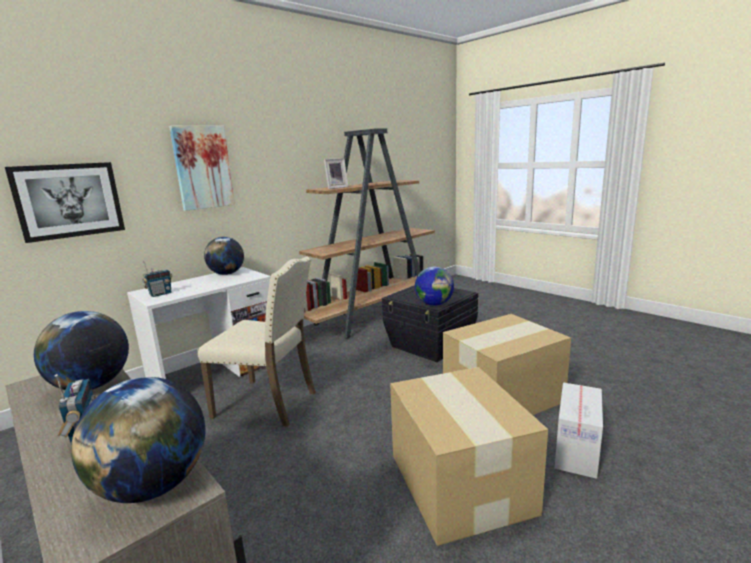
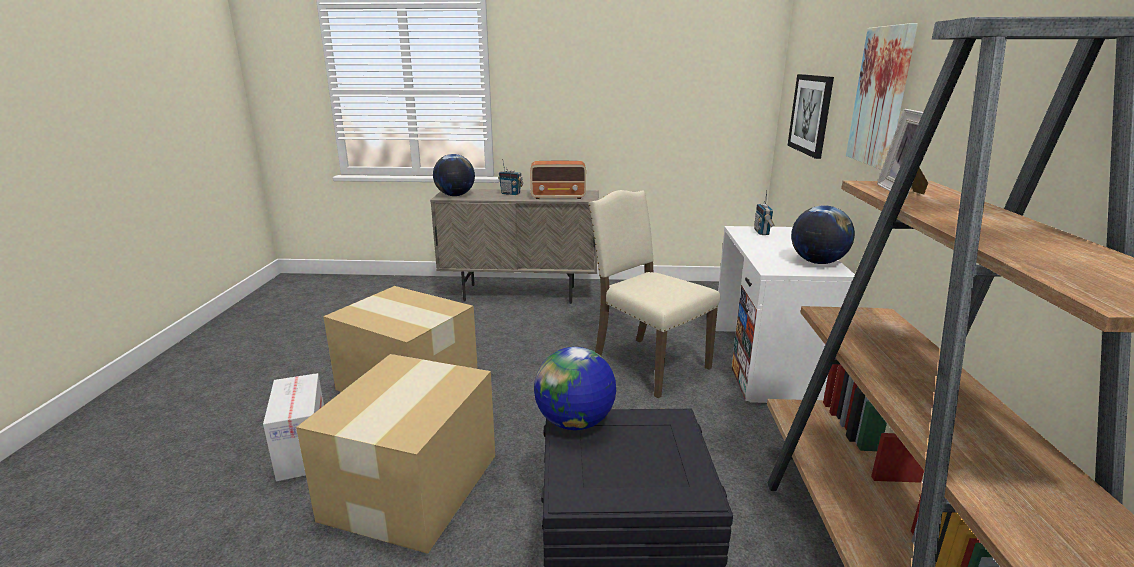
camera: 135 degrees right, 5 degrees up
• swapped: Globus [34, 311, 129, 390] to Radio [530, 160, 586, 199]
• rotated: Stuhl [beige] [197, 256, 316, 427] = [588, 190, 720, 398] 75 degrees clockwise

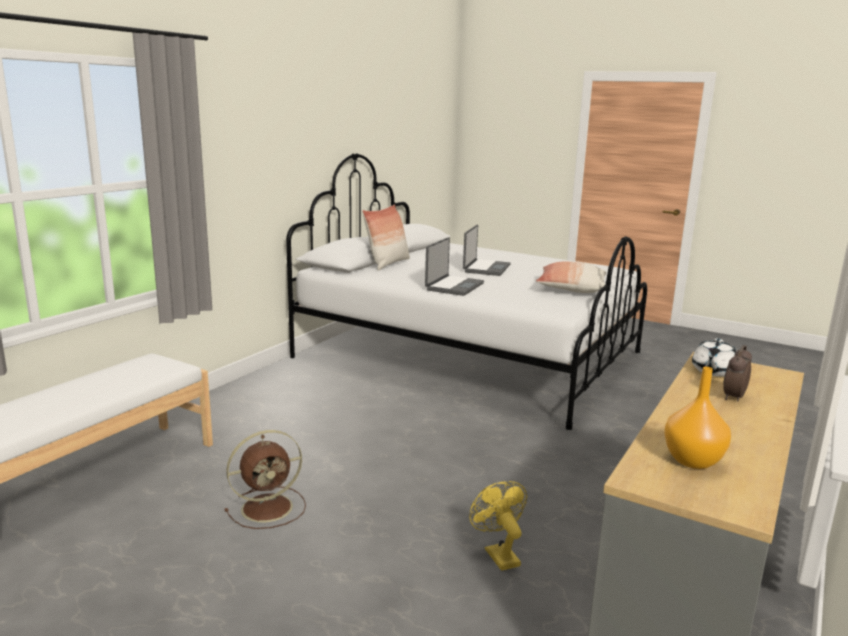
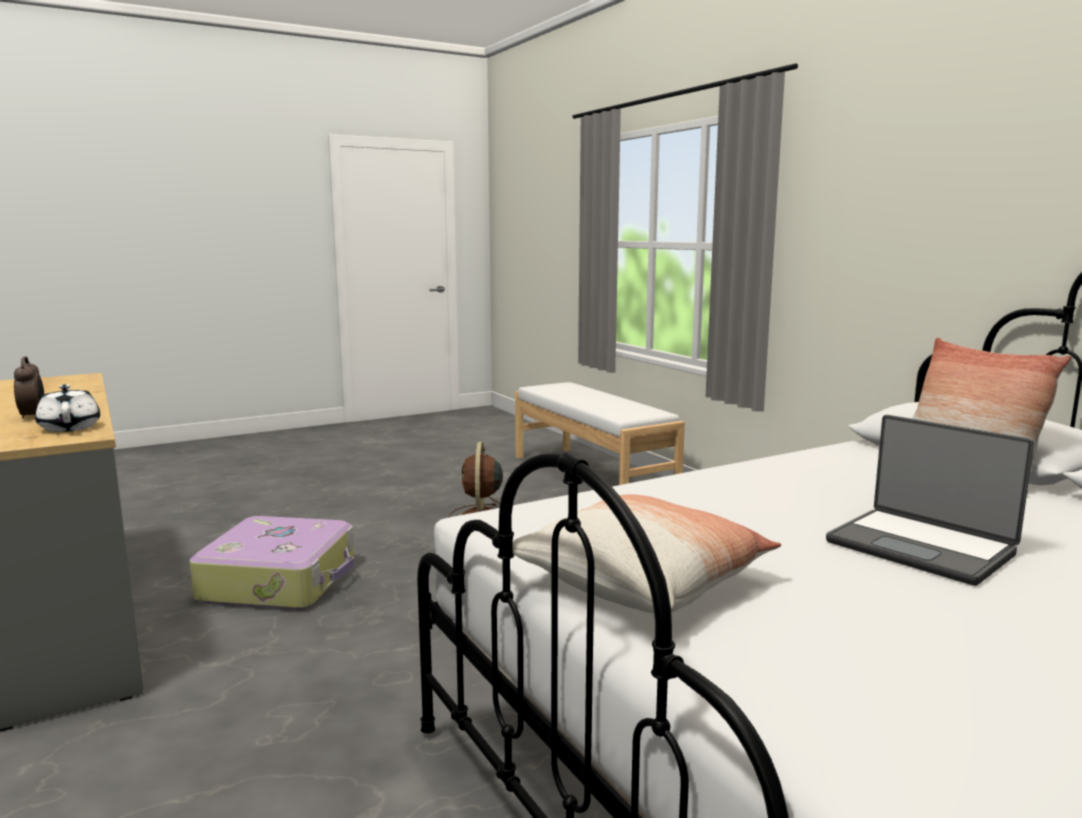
camera: 120 degrees right, 5 degrees down
• gone: Laptop [425, 237, 484, 296]
• swapped: Ventilator [gelb] [469, 481, 527, 571] to Koffer [190, 516, 354, 610]
• gone: Vase [orange] [664, 367, 731, 469]

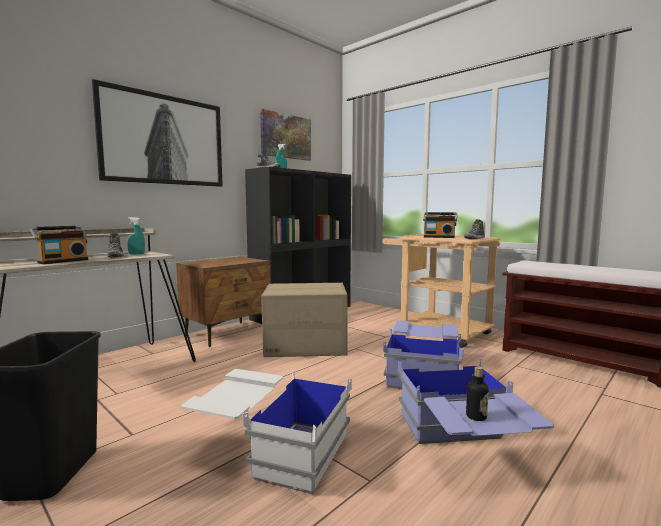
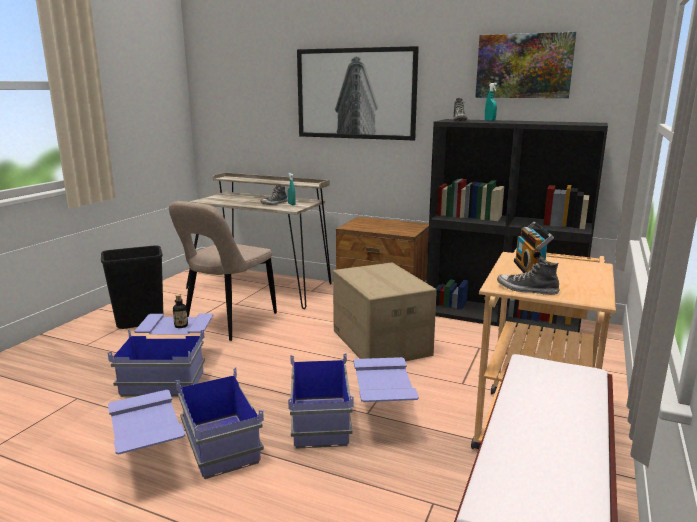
camera: 70 degrees right, 10 degrees up
• gone: Radio [30, 226, 88, 264]
• repainted: Aufbewahrungsbox [weiß] [181, 369, 352, 494] to Aufbewahrungsbox [blau] [108, 313, 213, 397]
• shifted: Flasche [466, 366, 489, 421] to [173, 295, 188, 328]
• new: Stuhl [beige] [169, 201, 277, 341]

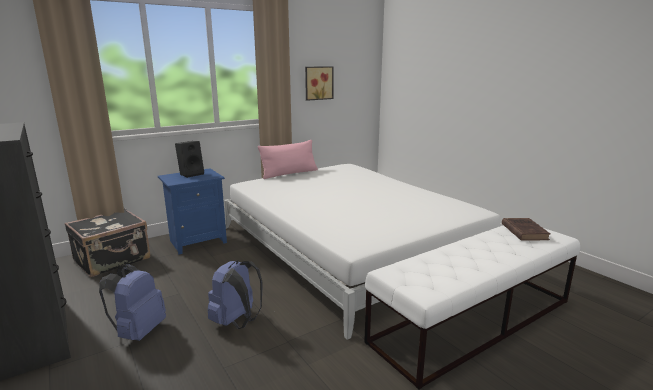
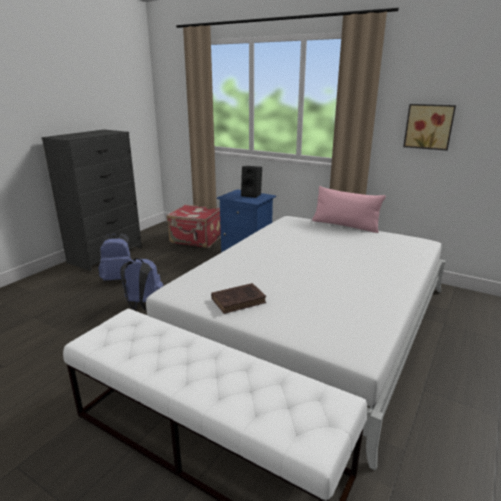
camera: 65 degrees right, 5 degrees up
• repainted: Koffer [schwarz] [64, 208, 150, 277] to Koffer [rot] [167, 204, 221, 248]
• shifted: Buch [braun] [502, 218, 550, 241] to [211, 283, 266, 314]

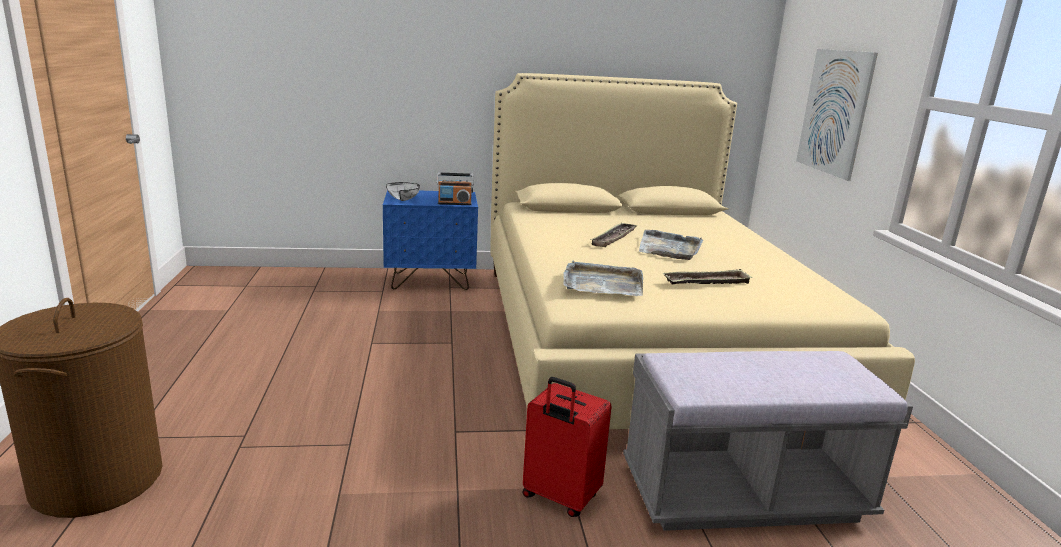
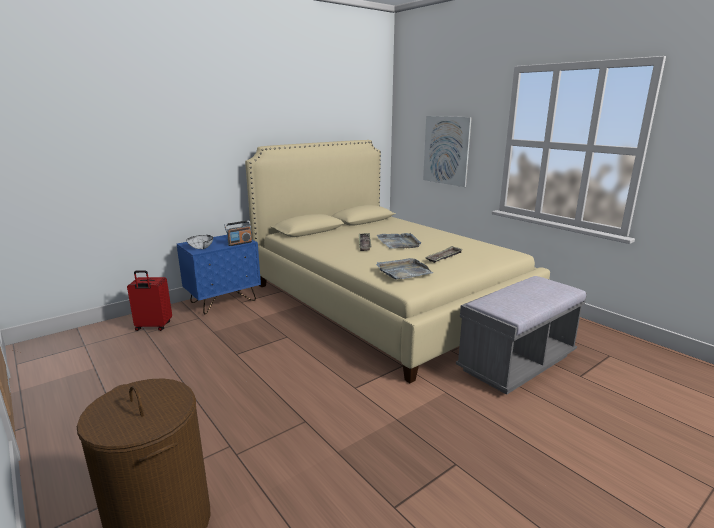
camera: 30 degrees left, 0 degrees up
• shifted: Koffer [rot] [522, 377, 612, 517] to [127, 271, 172, 331]

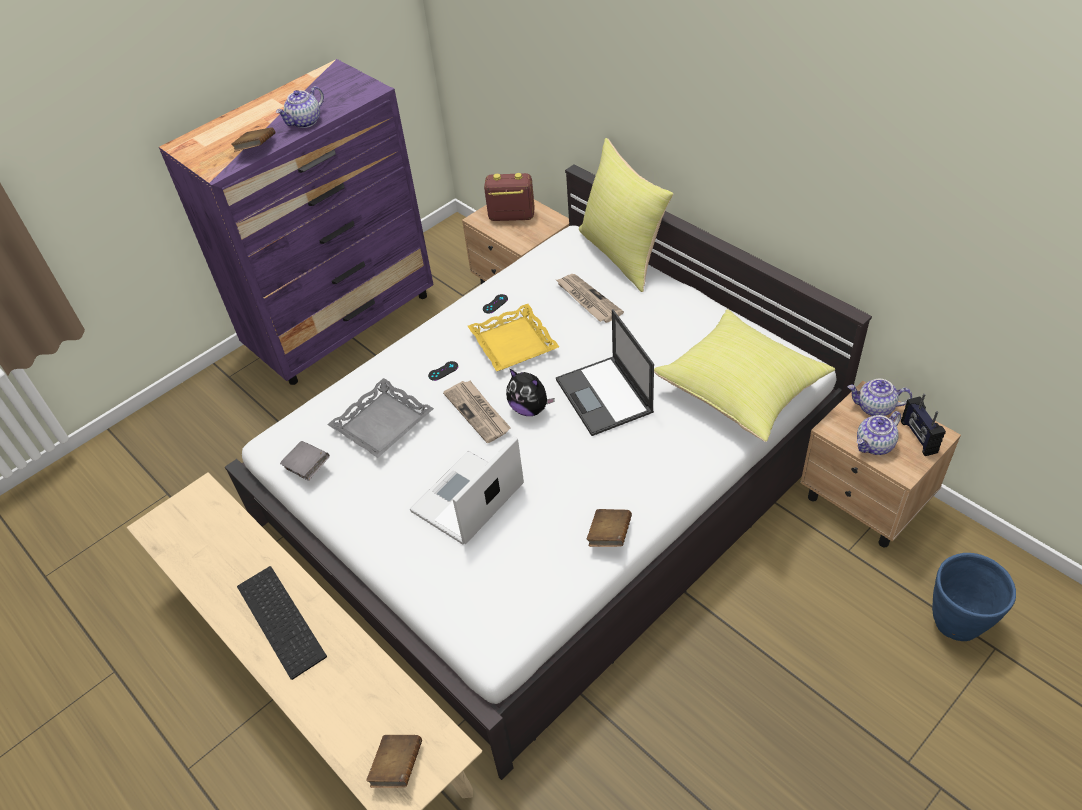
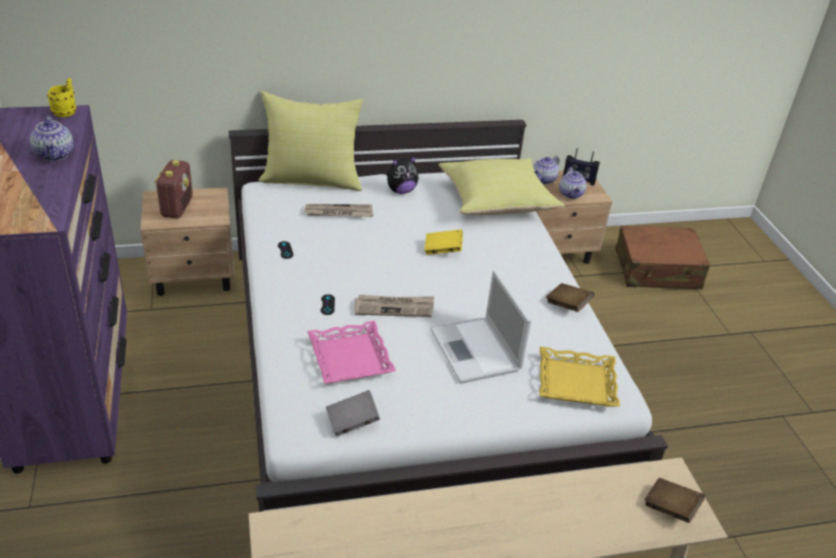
camera: 65 degrees left, 10 degrees down
• gone: Buch [braun] [231, 127, 275, 152]
• gone: Tastatur [237, 566, 327, 680]
• repainted: Tablett [grau] [327, 378, 434, 458] to Tablett [rosa] [307, 320, 396, 384]
• shifted: Tablett [gelb] [468, 304, 559, 371] to [539, 347, 620, 407]
• rotated: Radio [484, 173, 535, 221] = [155, 160, 193, 218] 150 degrees clockwise
• shifted: Plüschtier [506, 368, 555, 416] to [386, 155, 419, 194]
• swapped: Laptop [556, 309, 654, 436] to Buch [gelb] [424, 229, 463, 255]
• swapped: Pflanzkübel [blau] [932, 553, 1016, 641] to Koffer [braun] [615, 226, 710, 289]
• new: Henkelbecher [gelb] [47, 78, 76, 117]

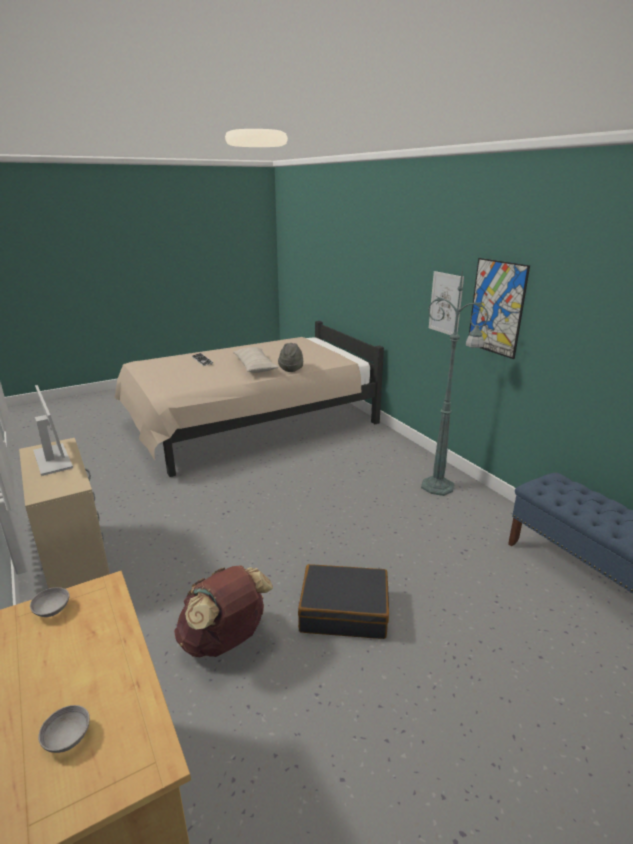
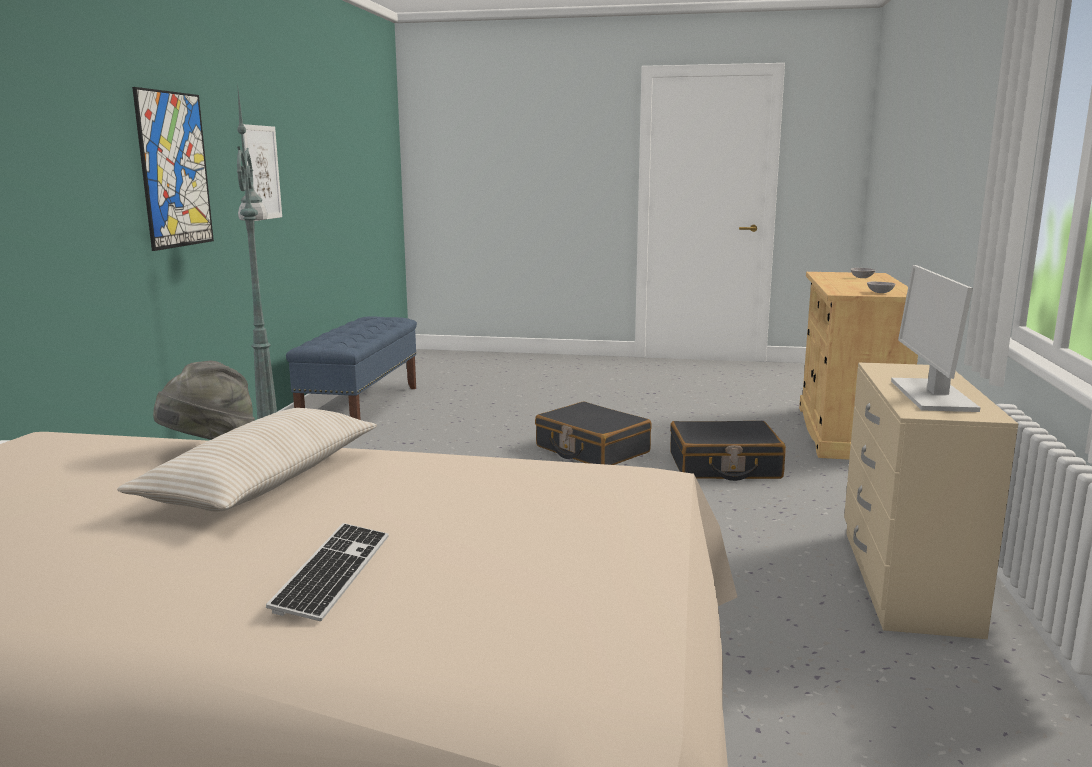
camera: 140 degrees left, 10 degrees down
• swapped: Rucksack [braun] [174, 565, 273, 657] to Koffer [schwarz] [670, 421, 786, 481]
• shifted: Bild [429, 271, 464, 335] to [243, 124, 282, 221]

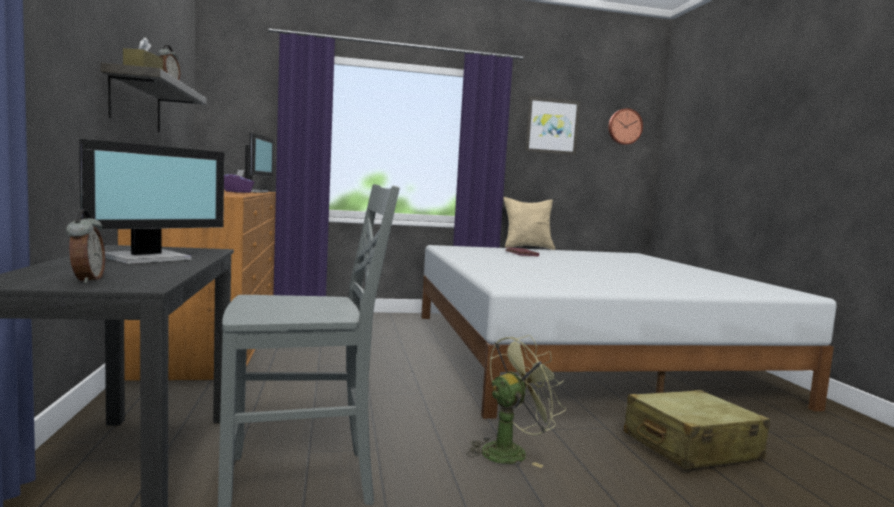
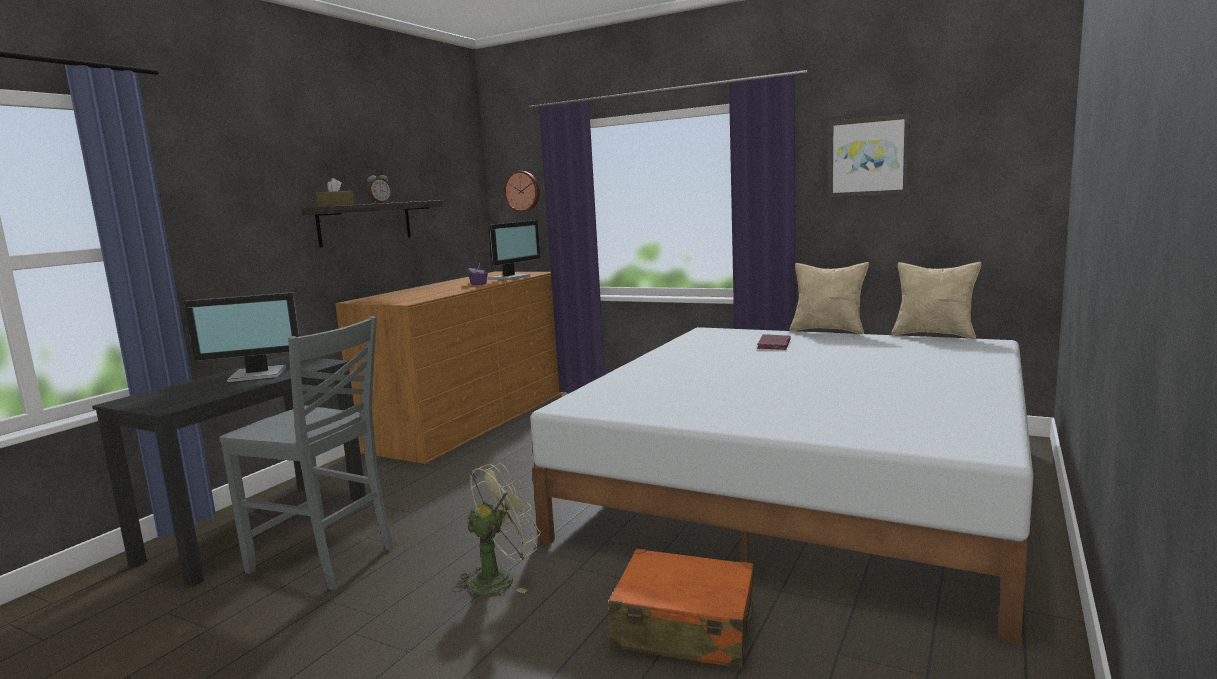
camera: 40 degrees right, 5 degrees up
• gone: Wecker [66, 209, 105, 284]
• rotated: Ventilator [grün] [467, 335, 566, 468] = [452, 463, 541, 595] 45 degrees counterclockwise
• shifted: Wanduhr [608, 108, 643, 145] to [503, 171, 540, 212]
• repainted: Koffer [beige] [624, 390, 770, 470] to Koffer [orange] [609, 548, 754, 668]
• new: Kissen [beige] [892, 262, 982, 339]

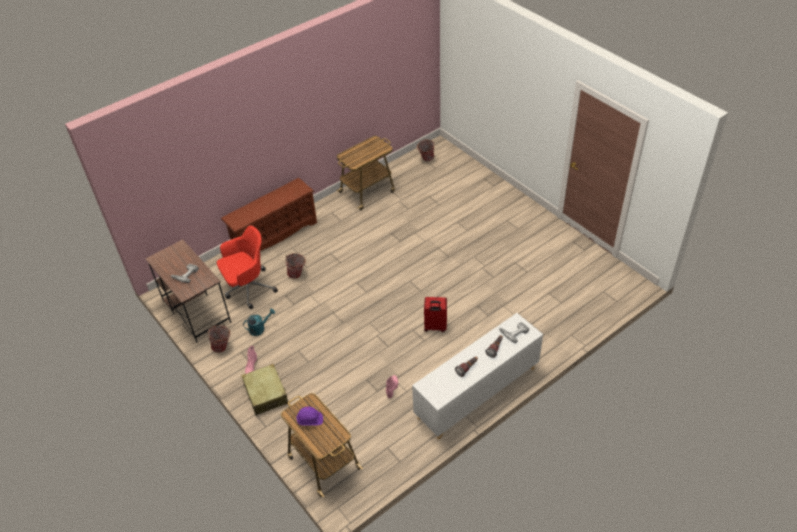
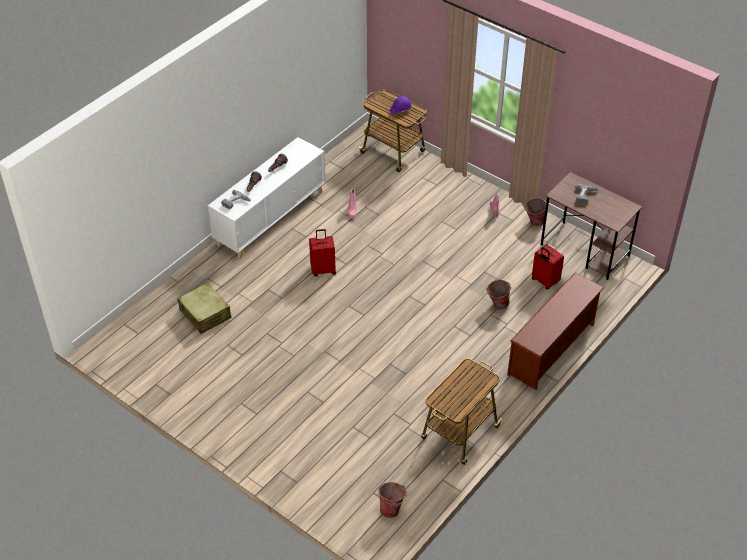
camera: 165 degrees right, 0 degrees up
• swapped: Bürostuhl [rot] [217, 226, 278, 309] to Koffer [rot] [532, 244, 564, 290]
• shifted: Koffer [beige] [241, 364, 288, 415] to [177, 283, 231, 334]
• gone: Gießkanne [türkis] [243, 309, 275, 336]

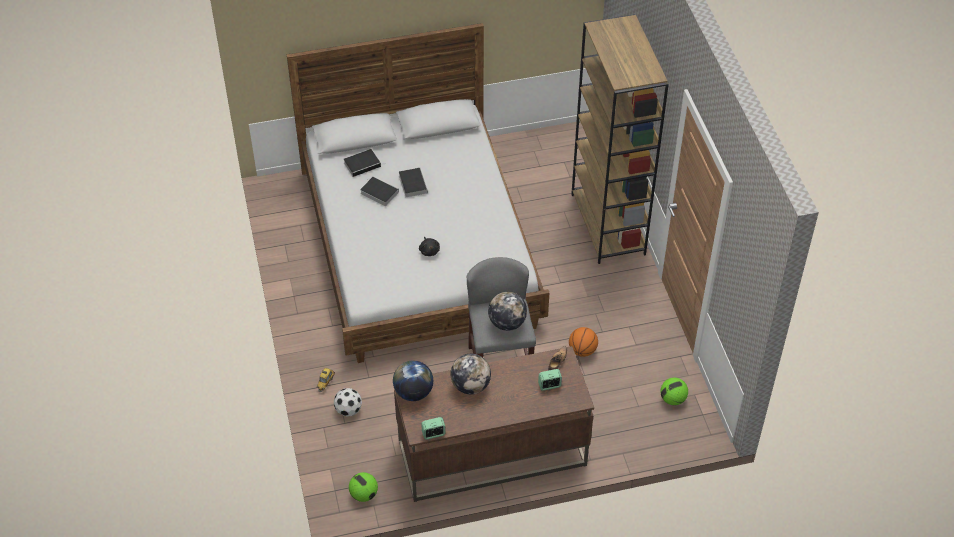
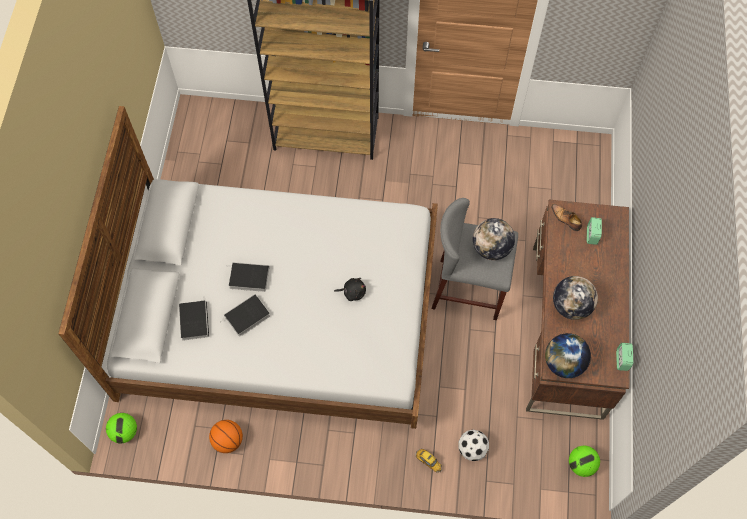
camera: 70 degrees left, 15 degrees up
• shifted: Basketball [569, 327, 598, 357] to [209, 420, 243, 453]
• shifted: Fußball [660, 378, 688, 405] to [106, 413, 137, 443]

